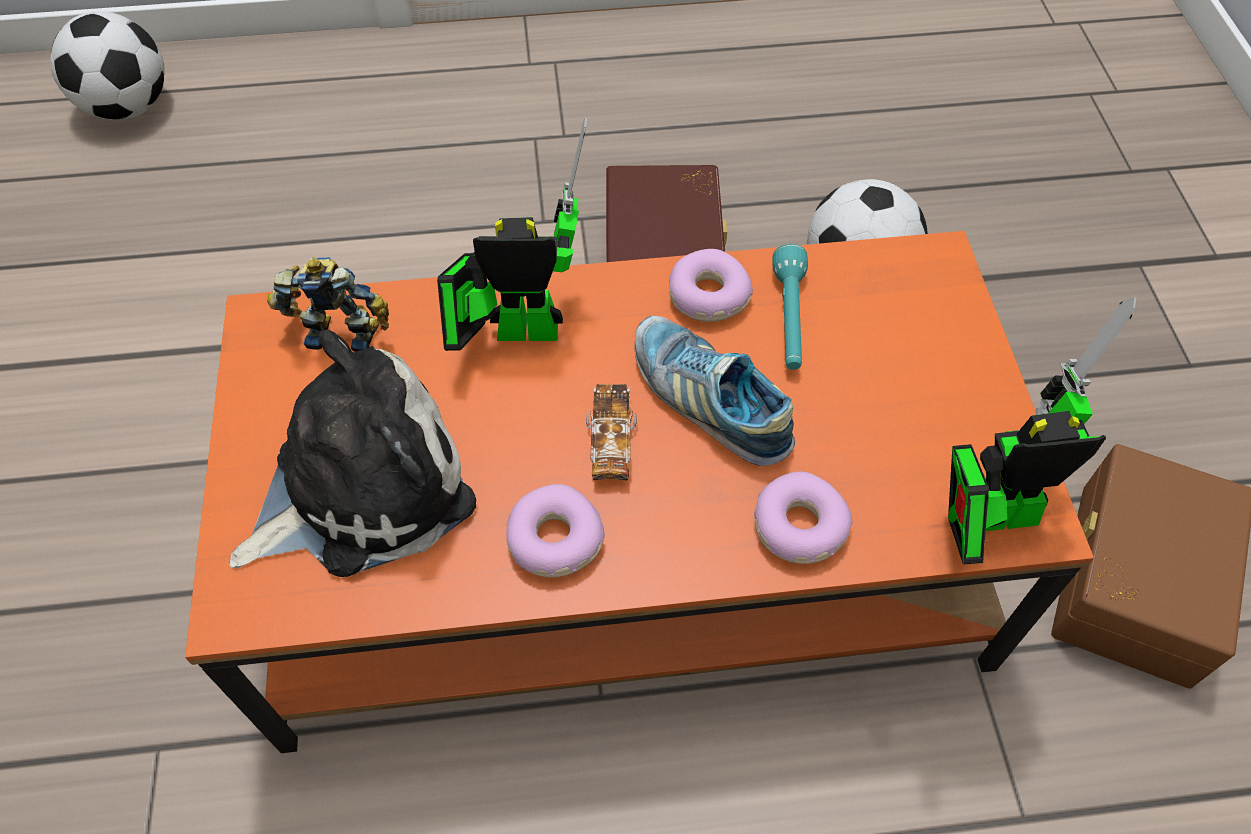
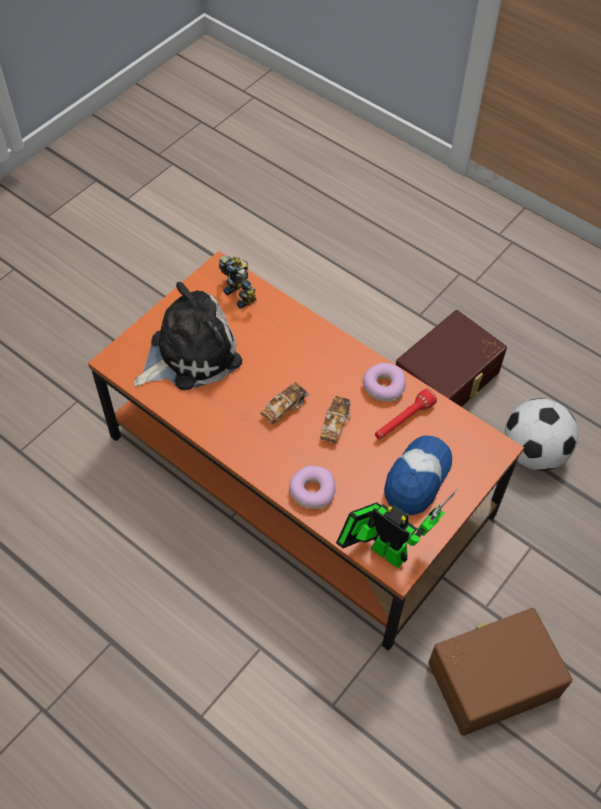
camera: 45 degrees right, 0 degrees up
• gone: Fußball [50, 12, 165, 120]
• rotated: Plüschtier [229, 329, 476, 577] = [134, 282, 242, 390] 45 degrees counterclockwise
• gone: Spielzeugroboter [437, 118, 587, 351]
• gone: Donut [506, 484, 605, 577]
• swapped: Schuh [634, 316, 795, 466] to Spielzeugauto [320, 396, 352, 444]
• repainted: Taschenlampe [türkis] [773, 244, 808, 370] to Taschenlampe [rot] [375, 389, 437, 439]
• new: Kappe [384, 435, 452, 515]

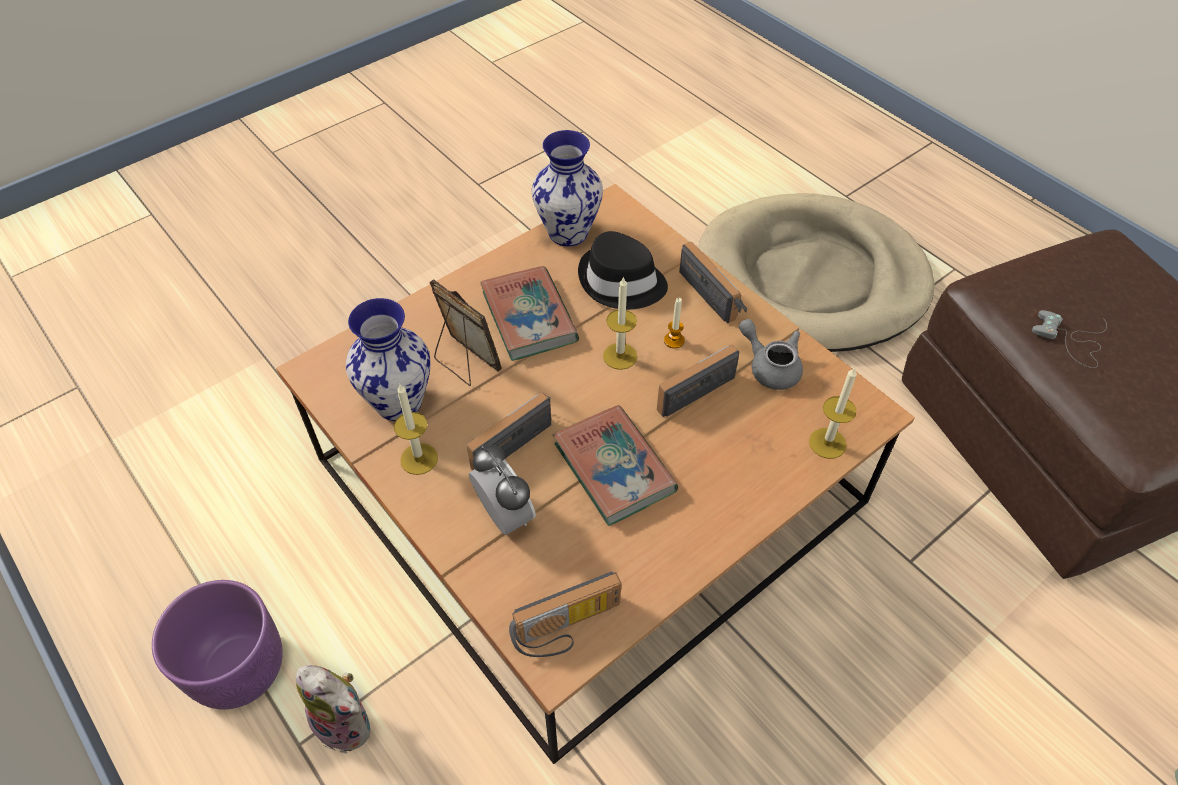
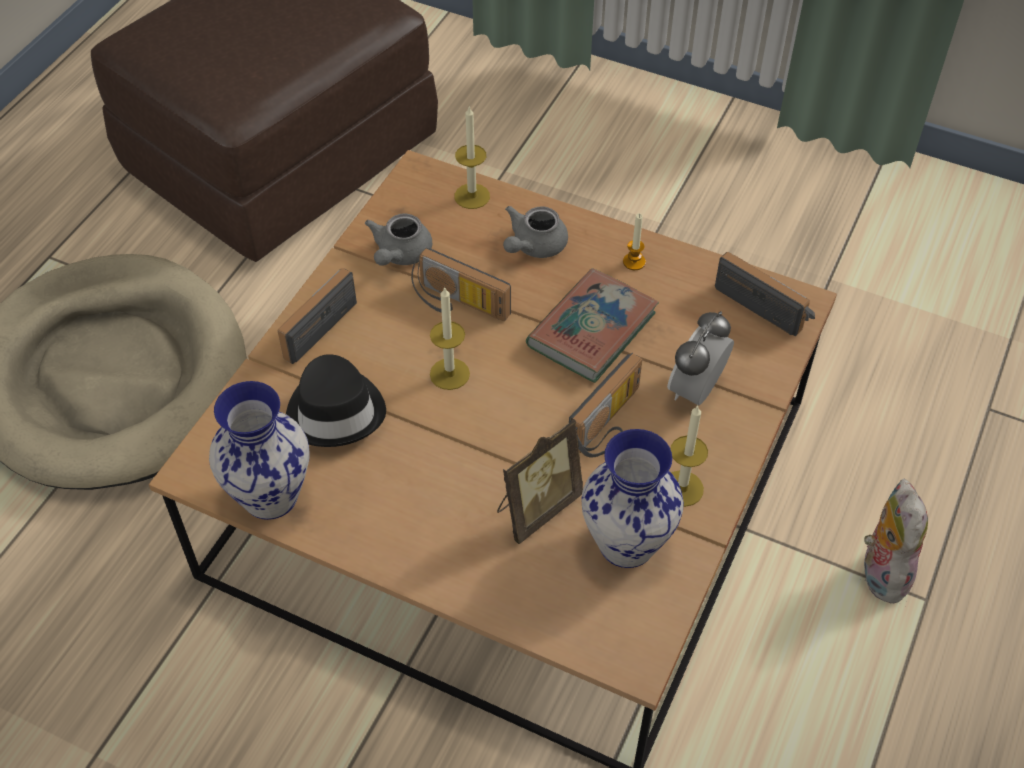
camera: 115 degrees left, 0 degrees up
• gone: Pflanzkübel [lila] [152, 580, 283, 710]
• rotated: Bilderrahmen [430, 279, 502, 386] = [497, 418, 583, 544] 150 degrees counterclockwise
• rotated: Radio [467, 392, 551, 470] = [569, 353, 642, 458] 75 degrees counterclockwise
• gone: Buch [480, 266, 579, 361]
• shifted: Kerze [664, 298, 685, 348] to [623, 213, 646, 270]
• gone: Gamepad [grau] [1032, 310, 1107, 368]
• new: Teekanne [grau] [503, 206, 568, 258]

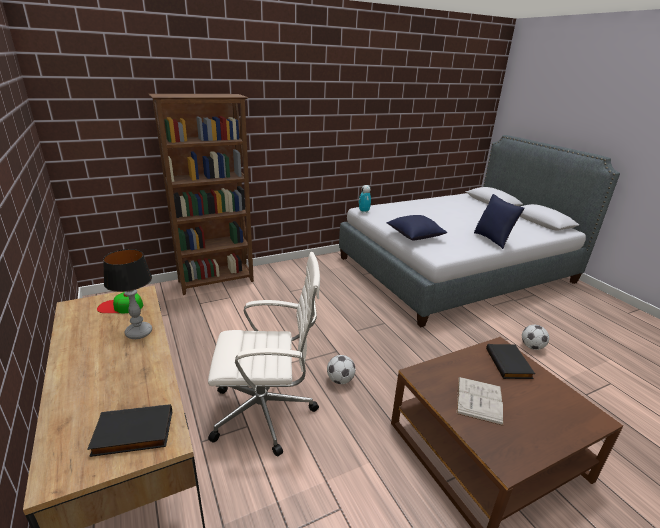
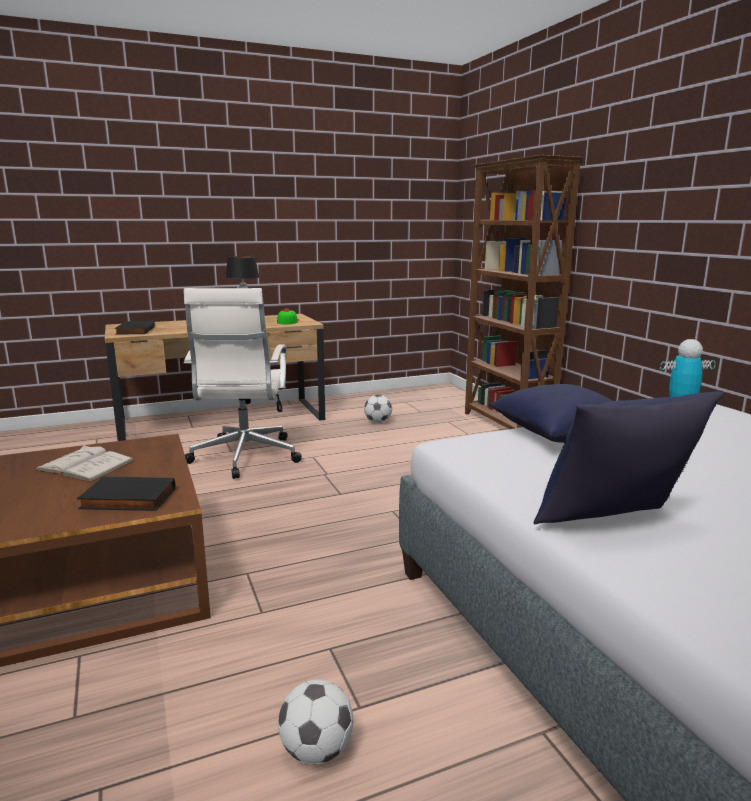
camera: 95 degrees right, 10 degrees down
• shifted: Fußball [327, 355, 355, 384] to [364, 395, 392, 423]

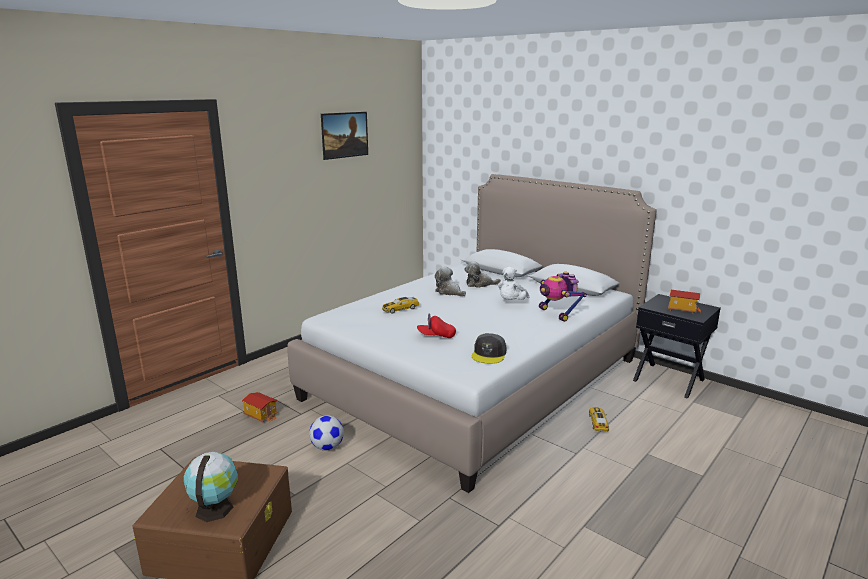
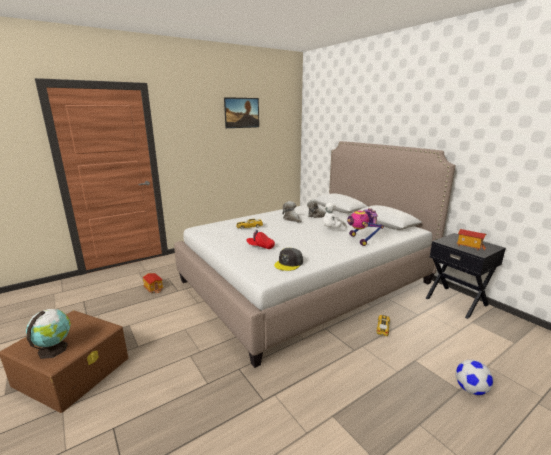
camera: 15 degrees right, 0 degrees up
• shifted: Fußball [309, 415, 344, 451] to [455, 360, 494, 395]

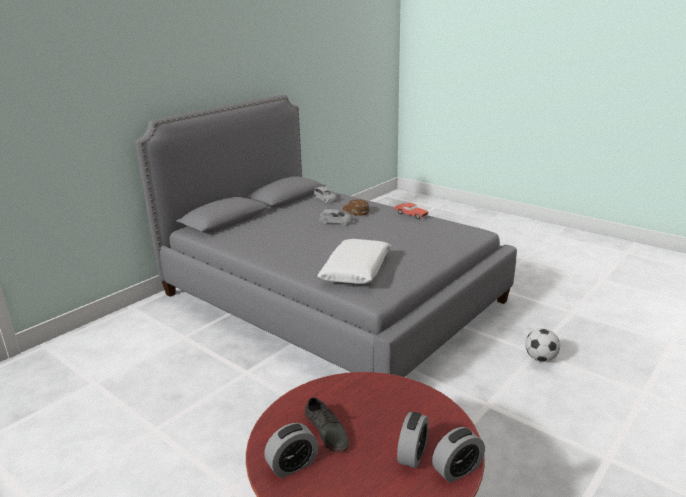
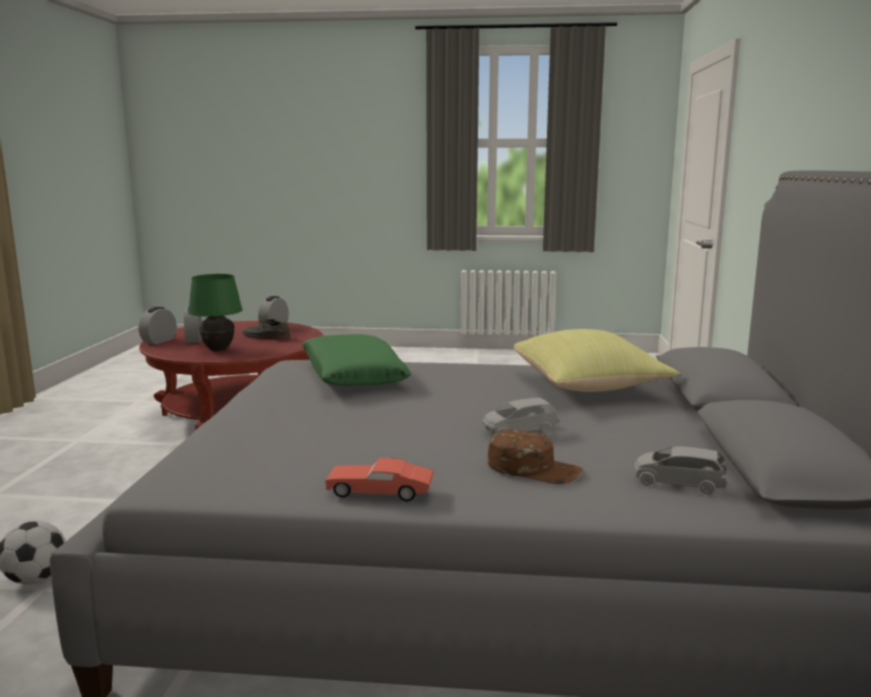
camera: 145 degrees right, 10 degrees down
• repainted: Kissen [weiß] [318, 239, 391, 284] to Kissen [grün] [302, 334, 411, 386]
• new: Tischlampe [grün] [188, 274, 243, 351]
• new: Kissen [gelb] [514, 329, 680, 392]

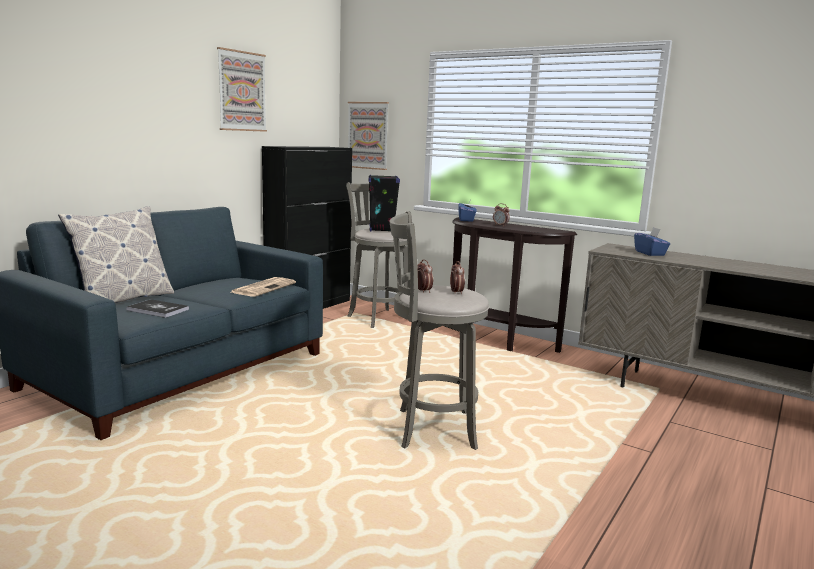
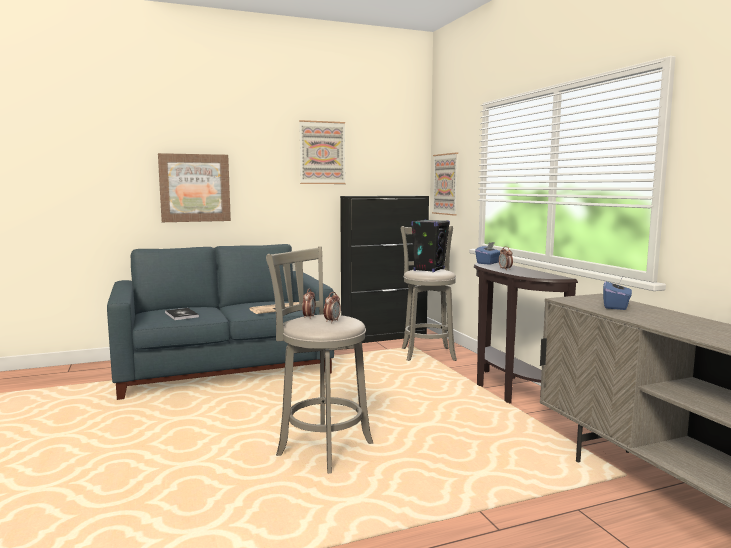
camera: 35 degrees right, 5 degrees down
• gone: Kissen [58, 206, 174, 303]
• new: Bild [158, 153, 231, 222]

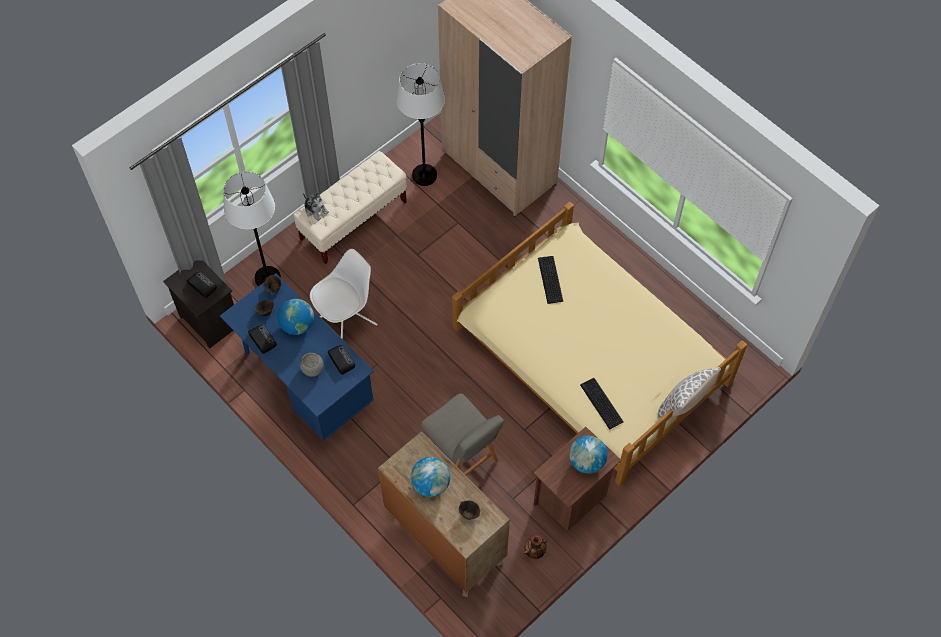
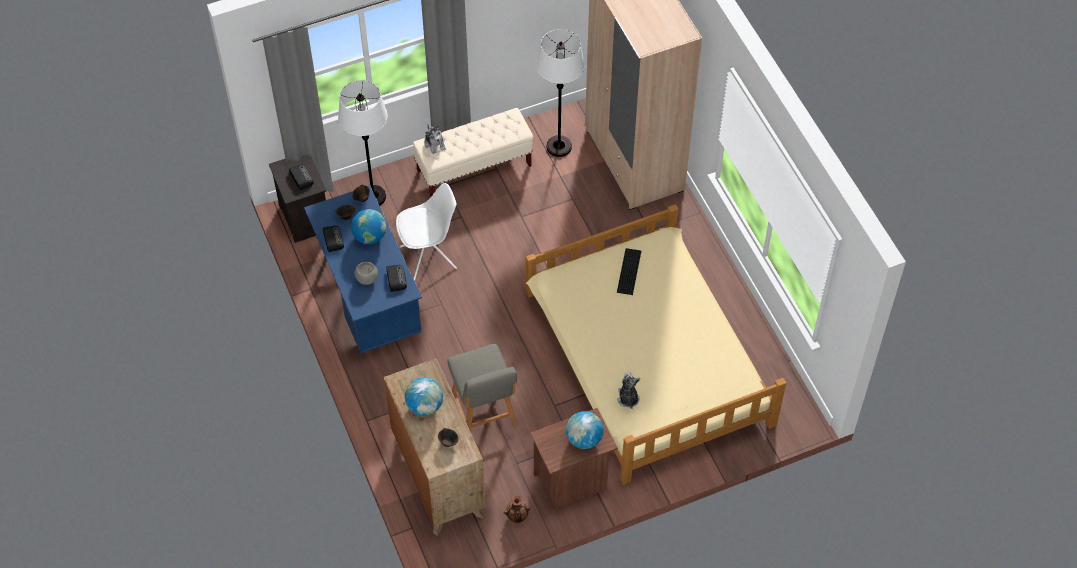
camera: 20 degrees right, 5 degrees down
• swapped: Tastatur [580, 378, 624, 430] to Plüschtier [617, 372, 640, 409]
• gone: Kissen [657, 367, 721, 418]

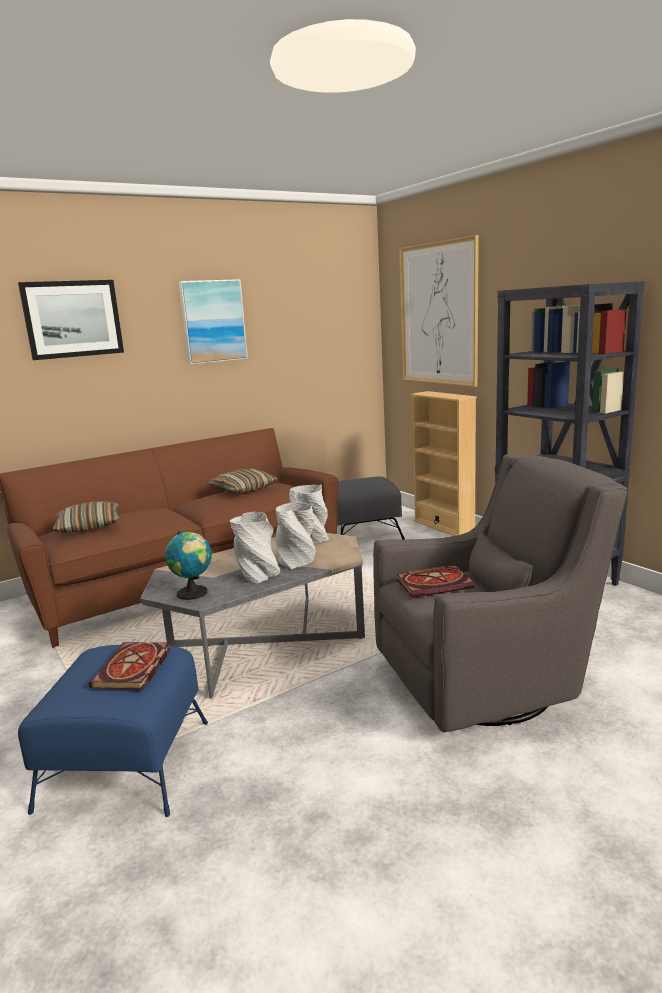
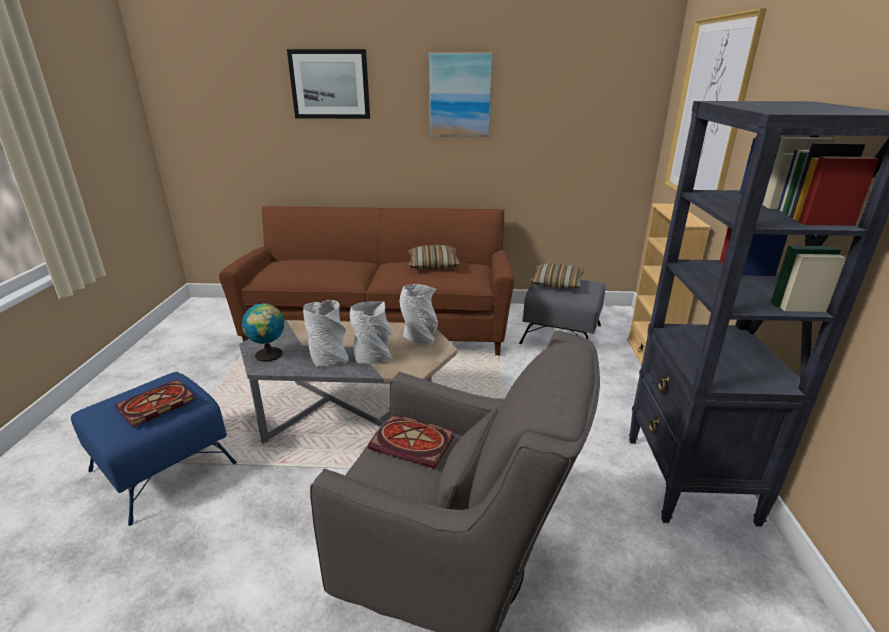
camera: 35 degrees right, 10 degrees up
• shifted: Kissen [52, 501, 120, 532] to [530, 263, 584, 289]

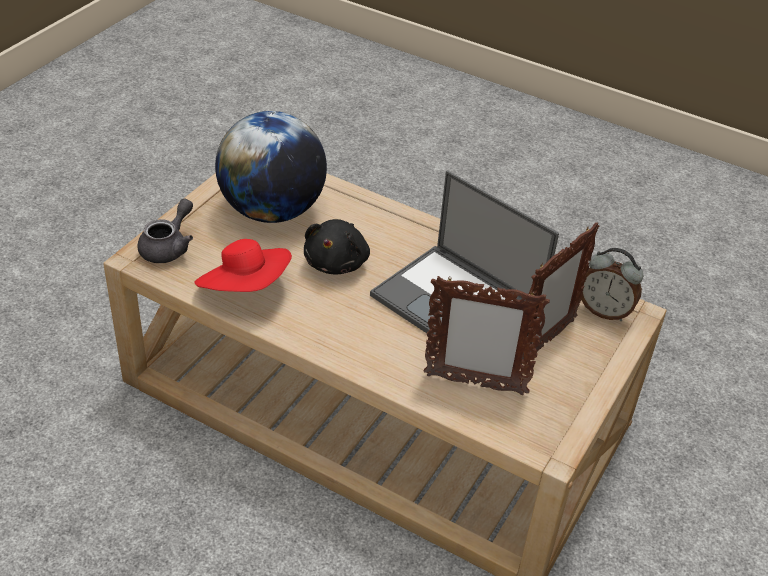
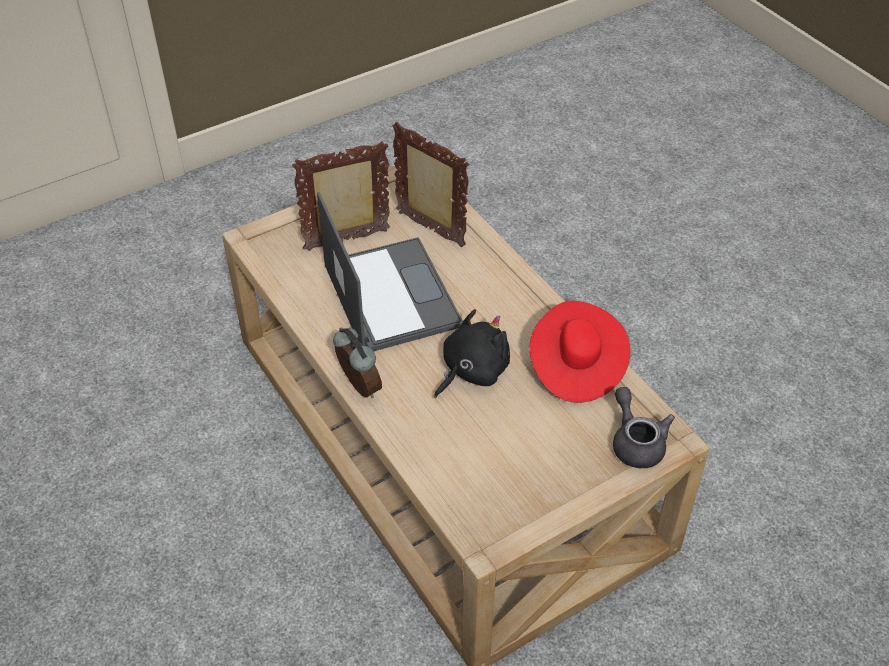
camera: 150 degrees left, 5 degrees up
• rotated: Teekanne [grau] [137, 198, 193, 263] = [613, 387, 675, 468] 105 degrees clockwise
• gone: Globus [215, 111, 327, 223]
• shifted: Wecker [581, 248, 643, 321] to [333, 328, 382, 398]

